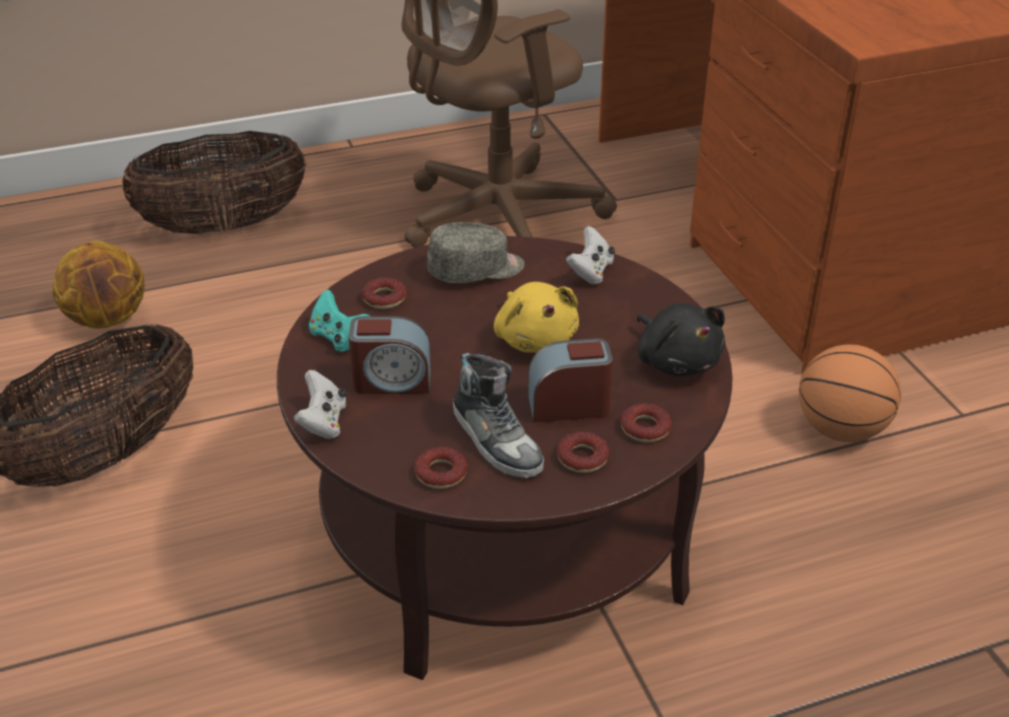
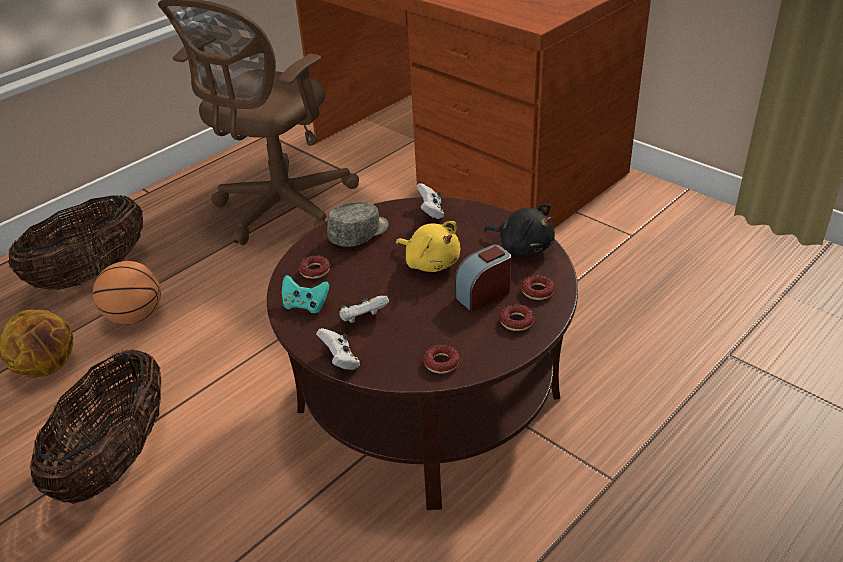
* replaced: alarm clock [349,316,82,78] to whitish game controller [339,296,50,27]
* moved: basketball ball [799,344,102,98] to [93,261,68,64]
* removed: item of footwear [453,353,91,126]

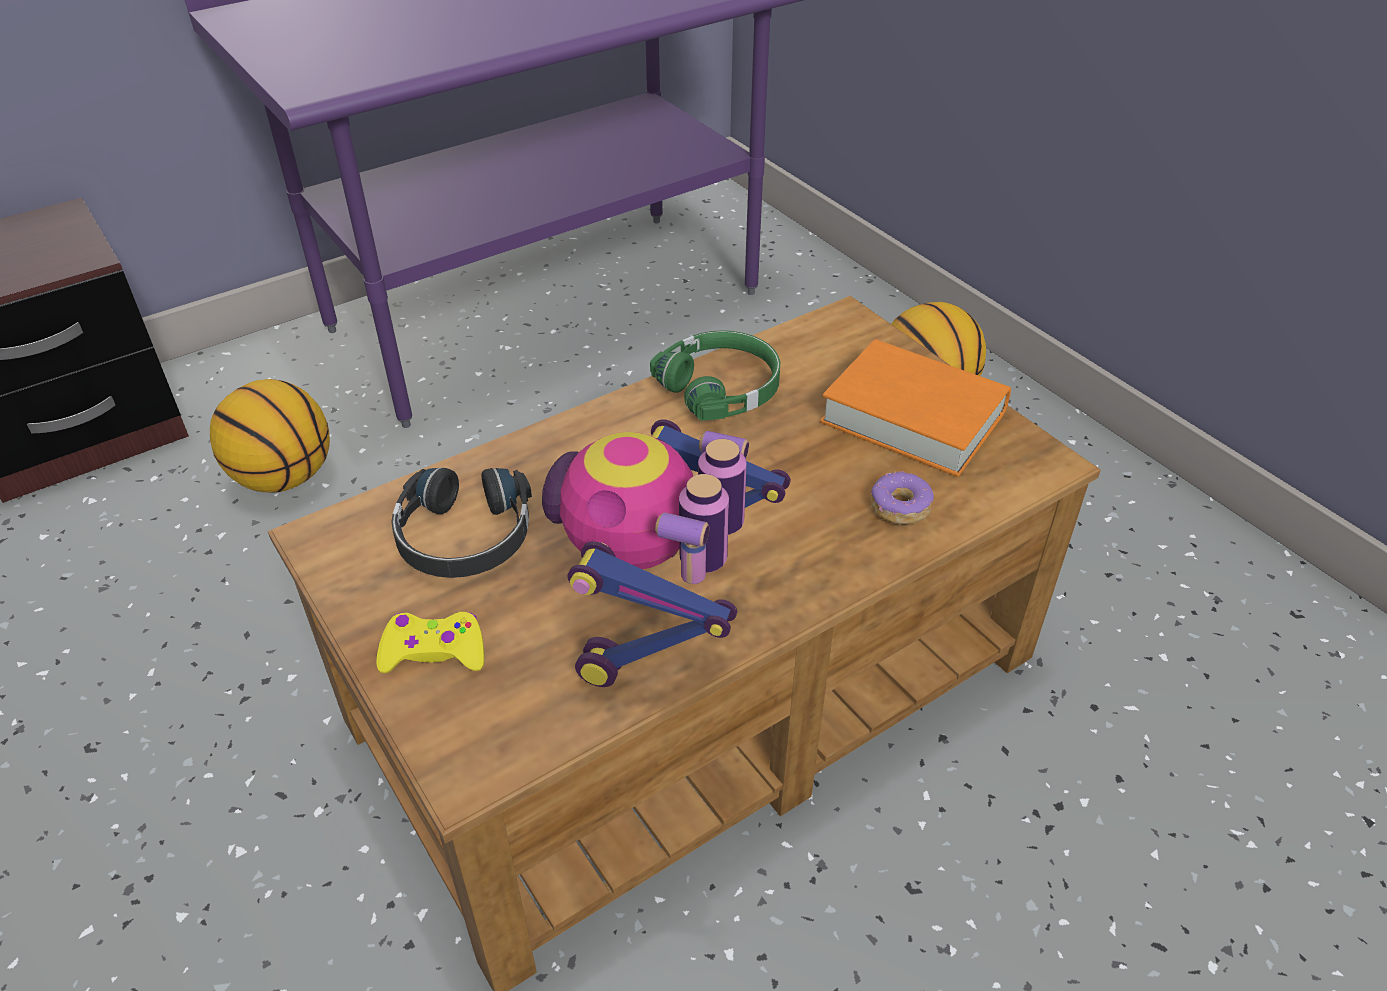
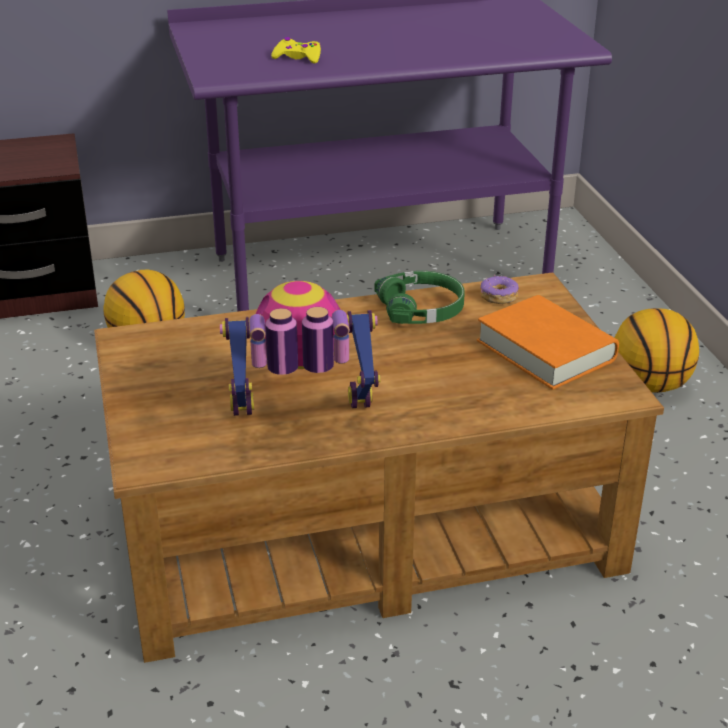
* turned: robot figure [542,419,249,268] = [220,281,161,135] 45 degrees clockwise
* removed: black-coloured pair of headphones [391,468,141,110]
* moved: ring doughnut [871,471,63,54] to [481,275,38,29]
* moved: yellow-coloured game controller [376,612,108,61] to [271,37,50,26]

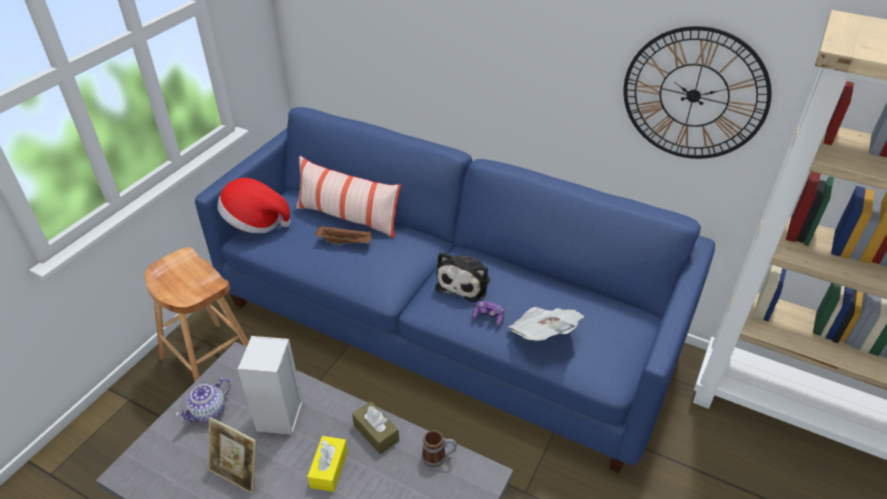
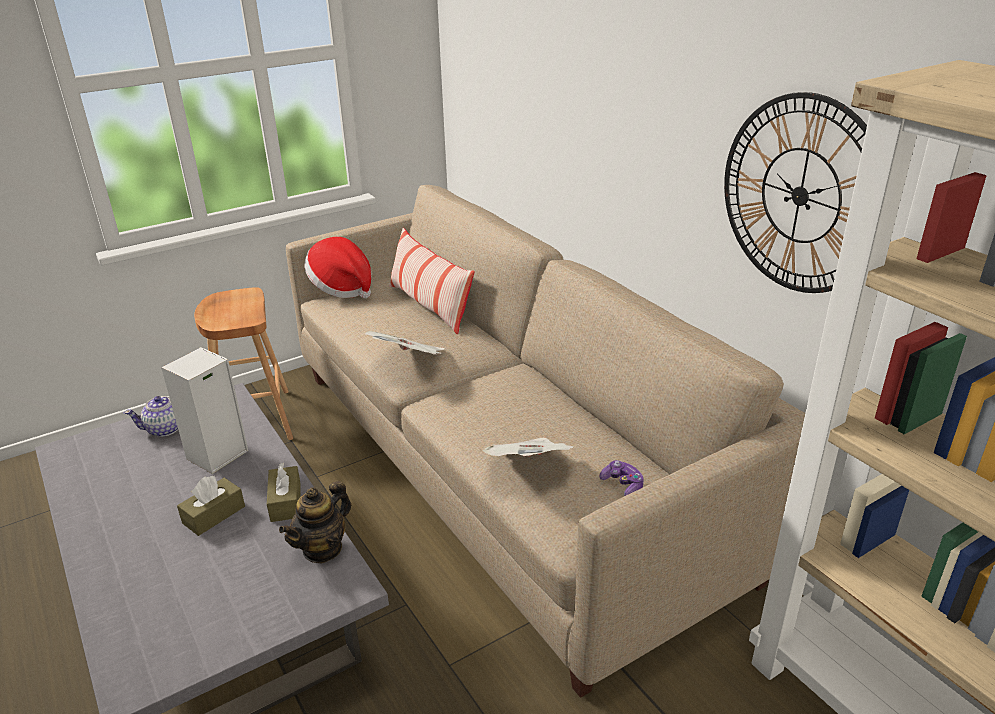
* recoloured: blue settee [195,107,520,366] to beige-coloured settee [286,185,519,513]
* removed: brown serving tray [315,226,57,19]
* removed: plush toy [435,252,55,50]
* moved: game controller [472,301,32,25] to [600,460,44,36]
* removed: photo frame [208,417,49,77]
* replaced: coffee mug [421,430,36,37] to pot for tea [279,481,72,82]
* recoloured: yellow-coloured tissue holder [307,436,41,56] to brown tissue holder [177,476,68,60]
* added: newspaper [365,331,80,24]

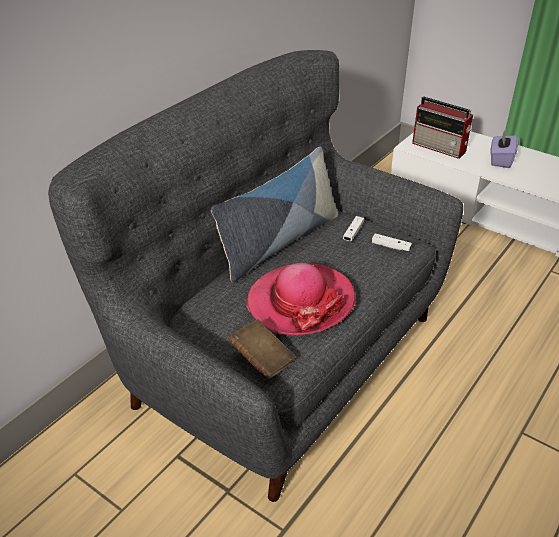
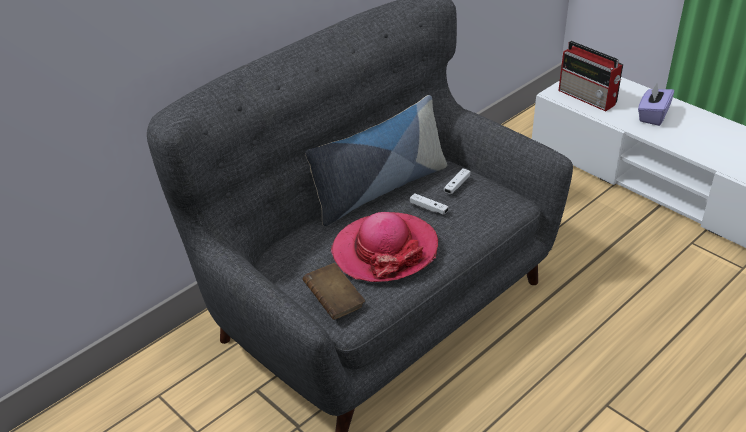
* moved: whitish game controller [372,233,40,18] to [410,193,39,22]

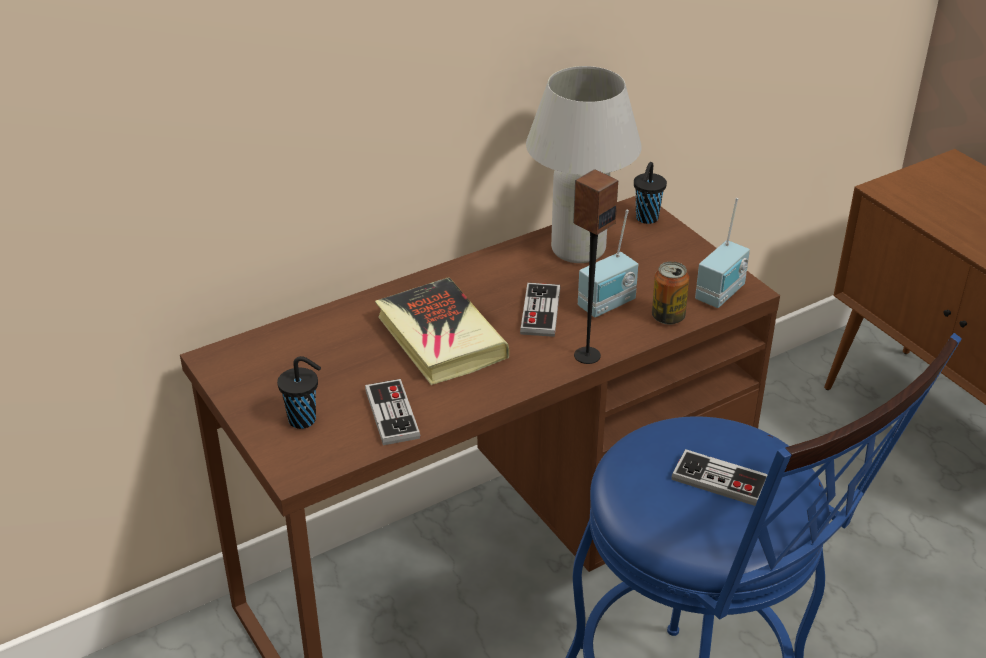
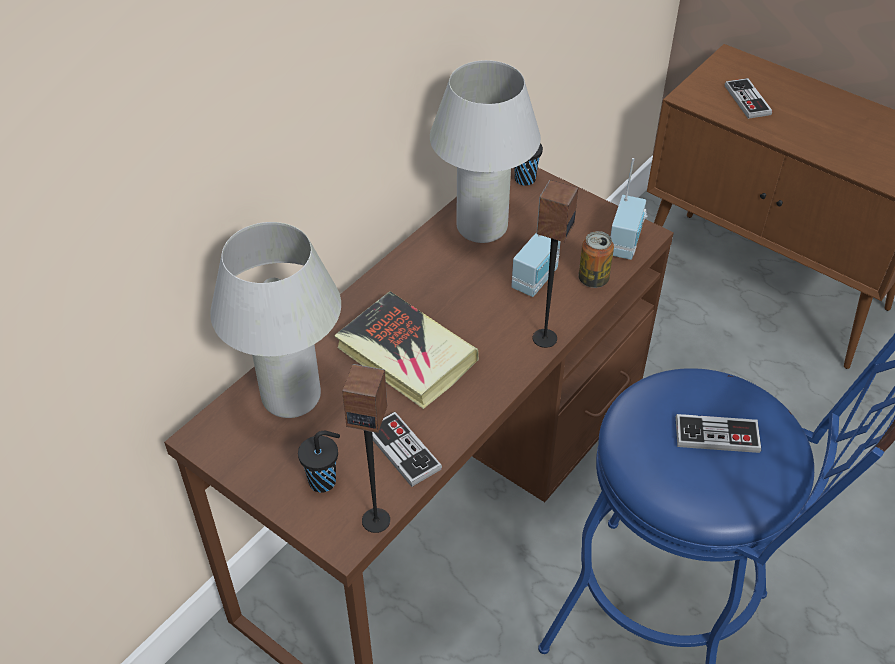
* moved: game controller [520,283,40,54] to [725,78,47,41]
* added: whitish table lamp [210,222,131,196]
* added: loudspeaker [342,364,48,169]

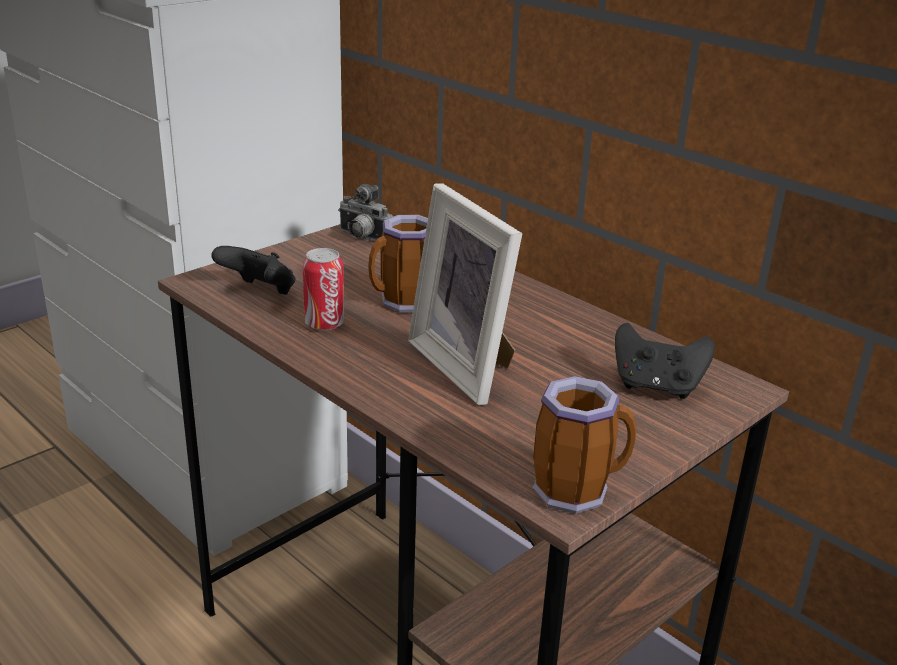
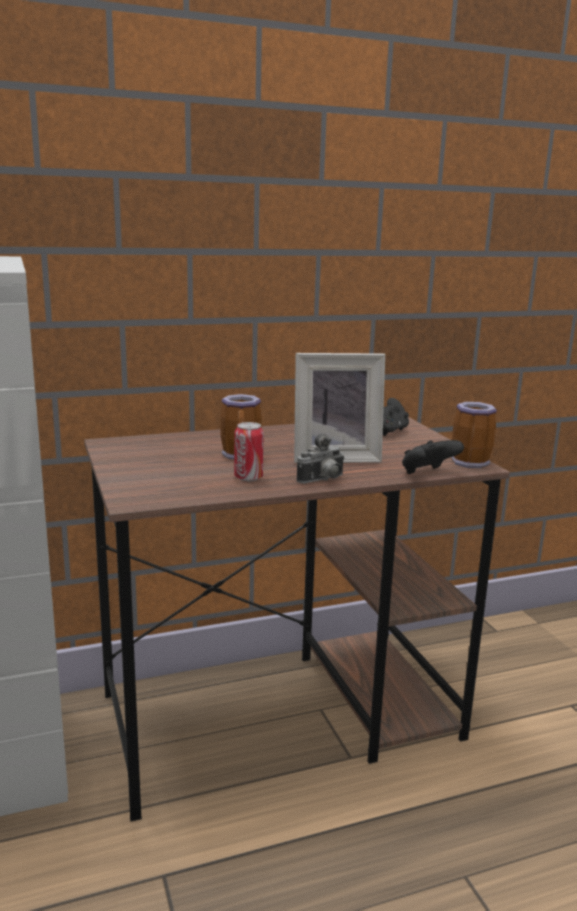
* moved: still camera [338,184,55,57] to [296,433,49,51]
* moved: black-coloured game controller [211,246,85,49] to [402,440,62,34]

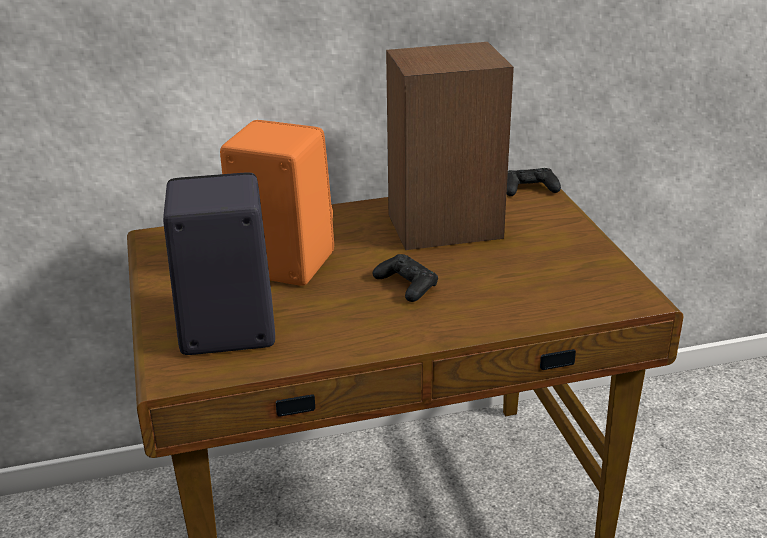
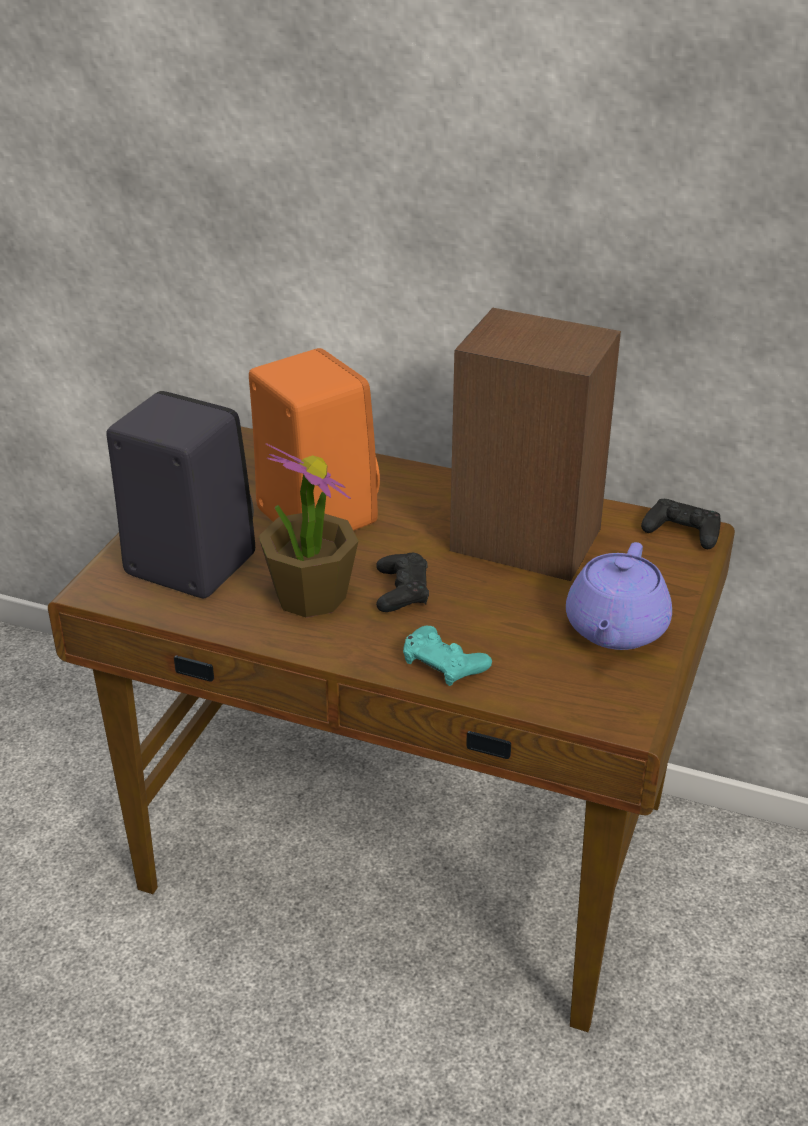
* added: houseplant [258,443,100,175]
* added: purple pot for tea [566,542,106,108]
* added: turquoise game controller [403,626,89,60]

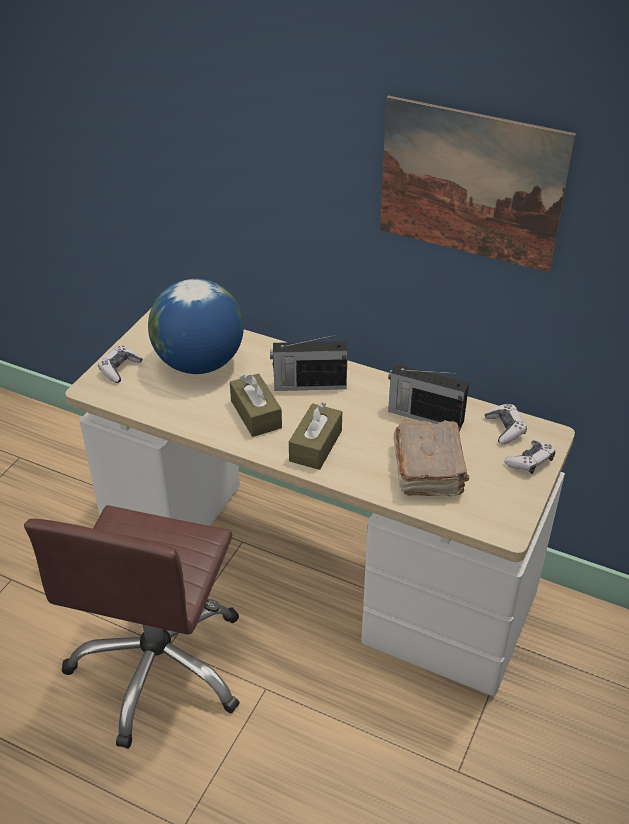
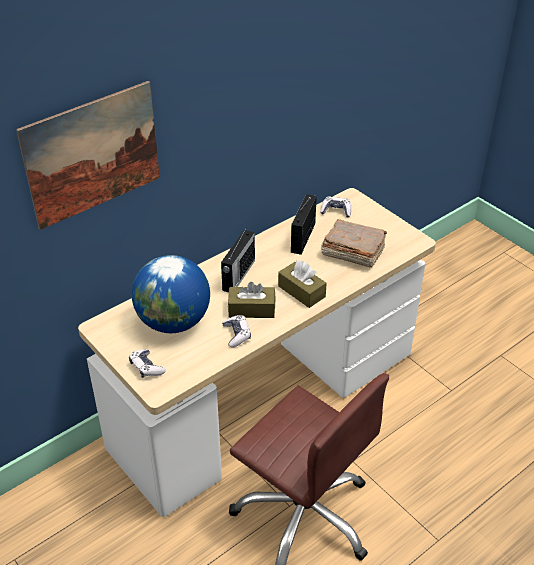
* moved: wall picture [380,95,196,177] to [16,81,144,149]
* turned: radio receiver [388,364,81,67] = [291,194,26,61] 150 degrees clockwise
* moved: game controller [504,440,51,34] to [222,315,29,32]

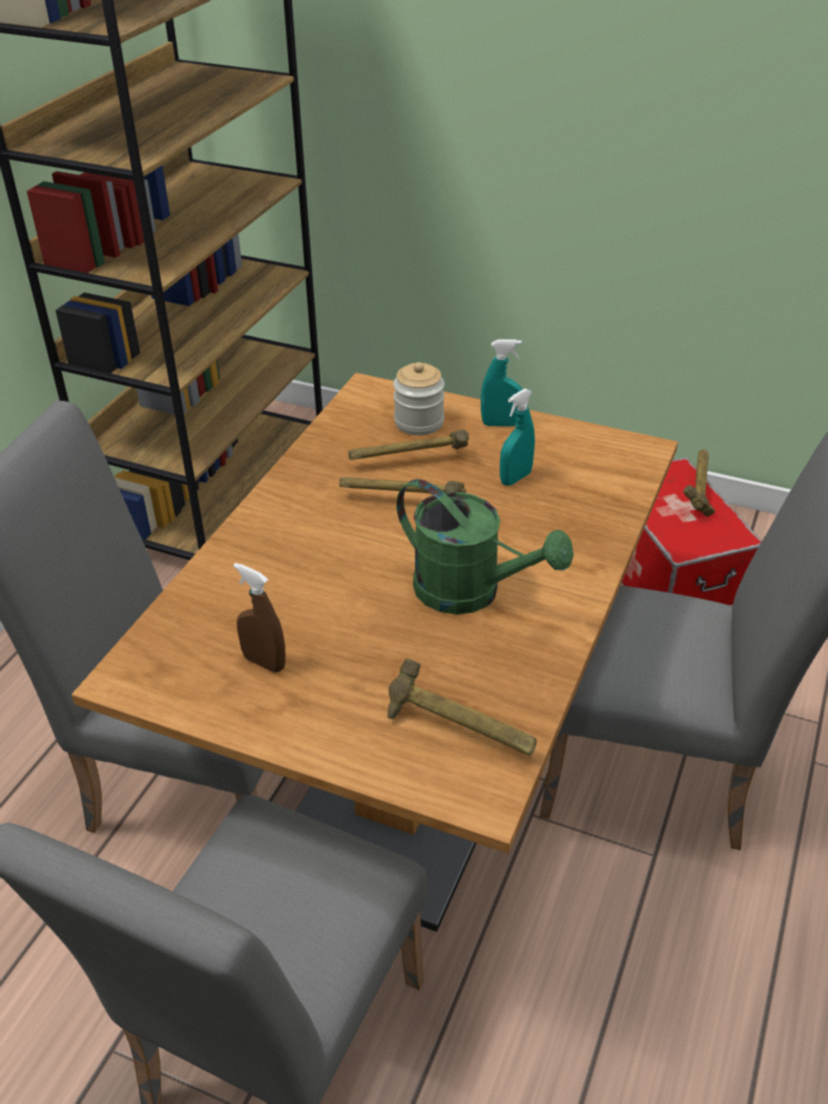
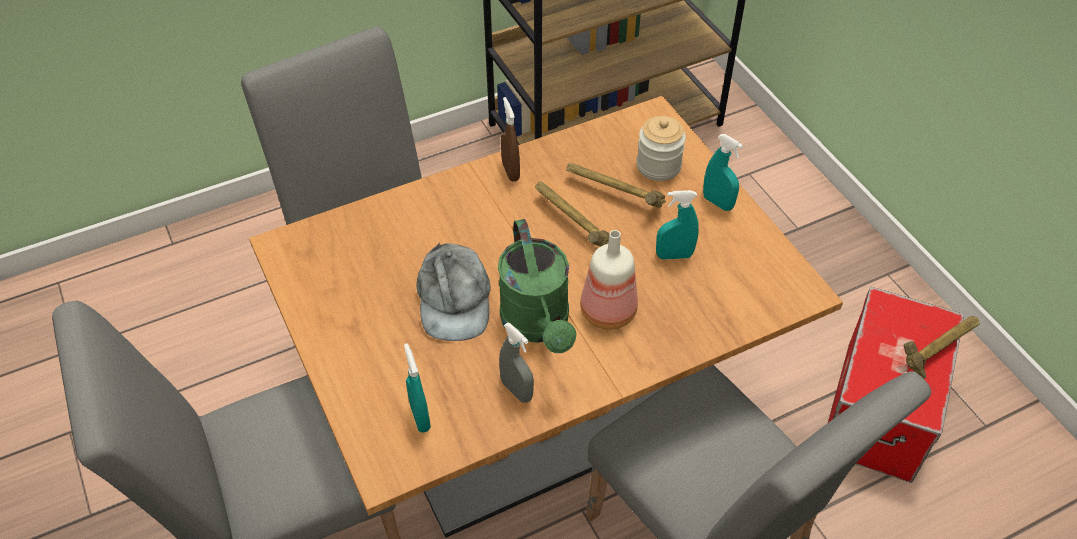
* moved: brown spray bottle [233,563,53,109] to [501,97,19,84]
* replaced: hammer [387,659,150,97] to turquoise spray bottle [404,343,27,90]
* added: bottle [580,230,58,100]
* added: greyish cap [416,242,75,99]
* added: greyish spray bottle [499,323,35,80]

